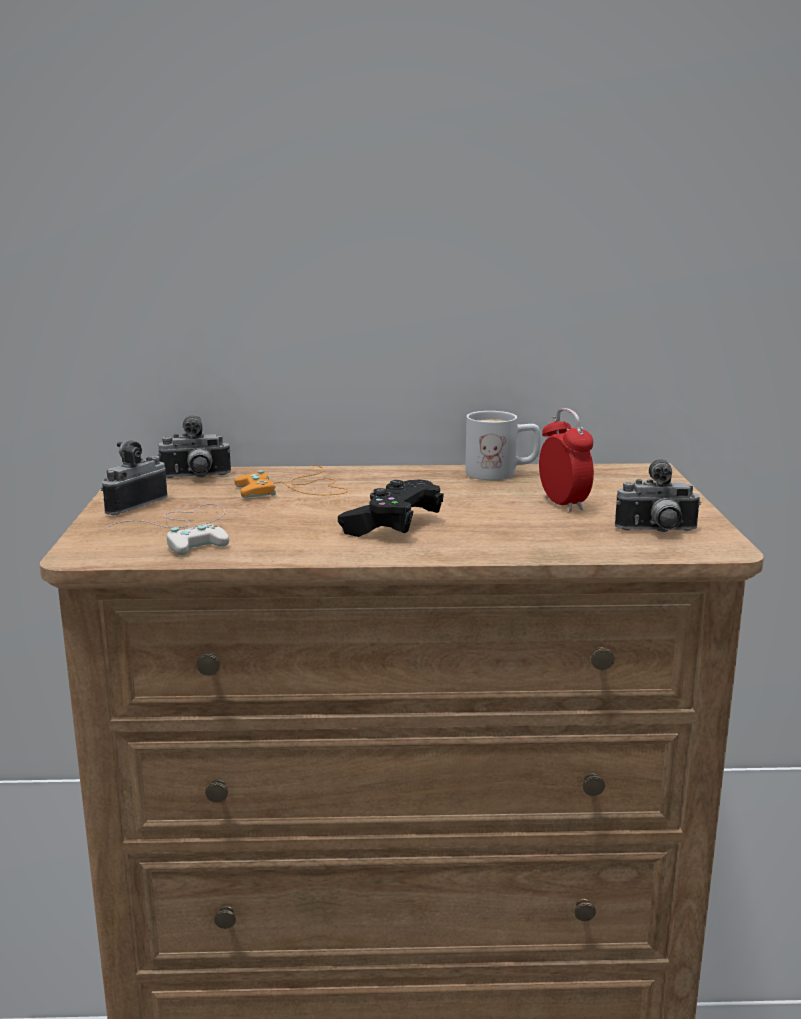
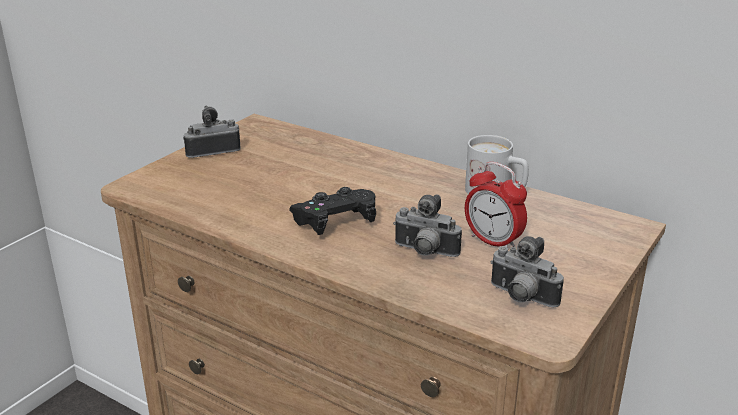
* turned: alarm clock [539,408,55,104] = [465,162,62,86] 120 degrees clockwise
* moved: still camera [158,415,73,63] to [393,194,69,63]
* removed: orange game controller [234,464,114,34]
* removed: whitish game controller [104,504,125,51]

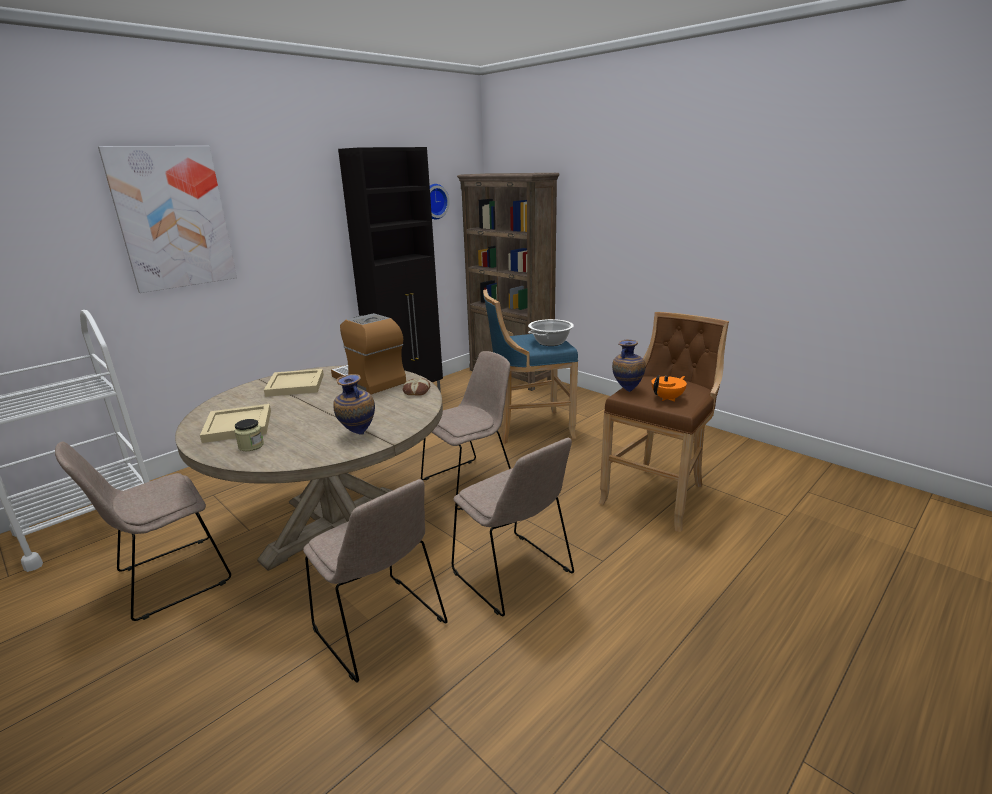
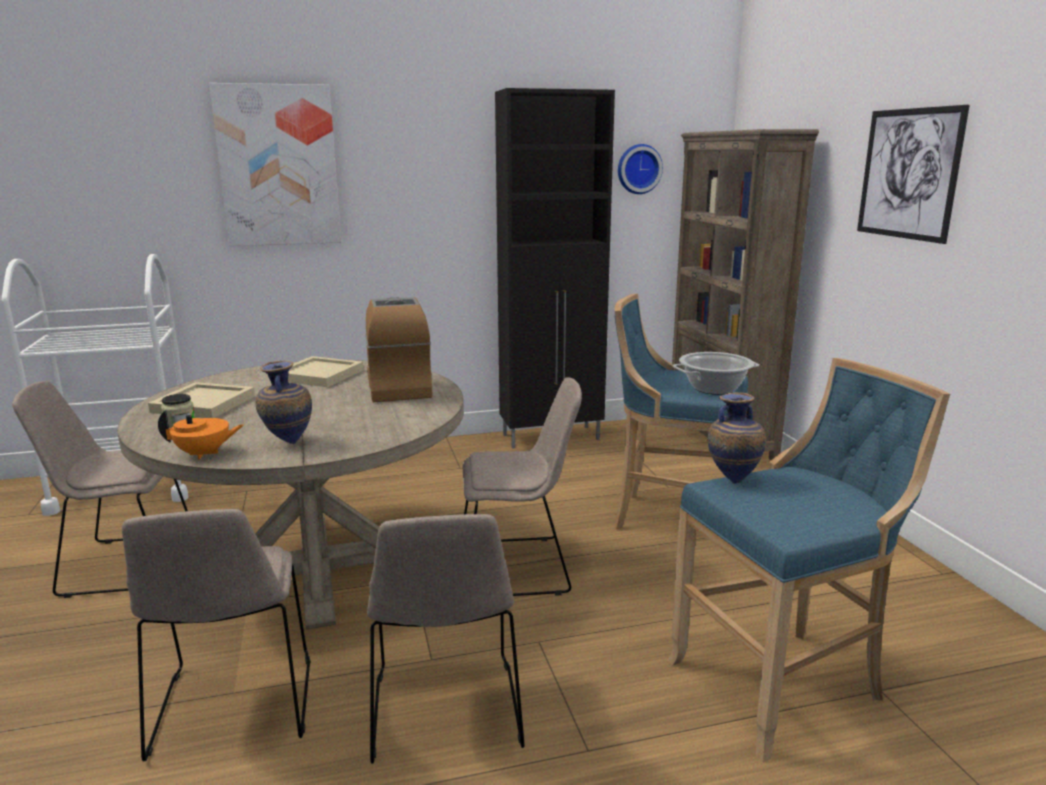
* recoloured: brown stool [598,312,131,221] to blue stool [668,358,282,404]
* moved: orange pot for tea [651,375,36,27] to [158,410,86,50]
* removed: bakery bread [403,378,27,18]
* added: wall picture [857,105,113,139]

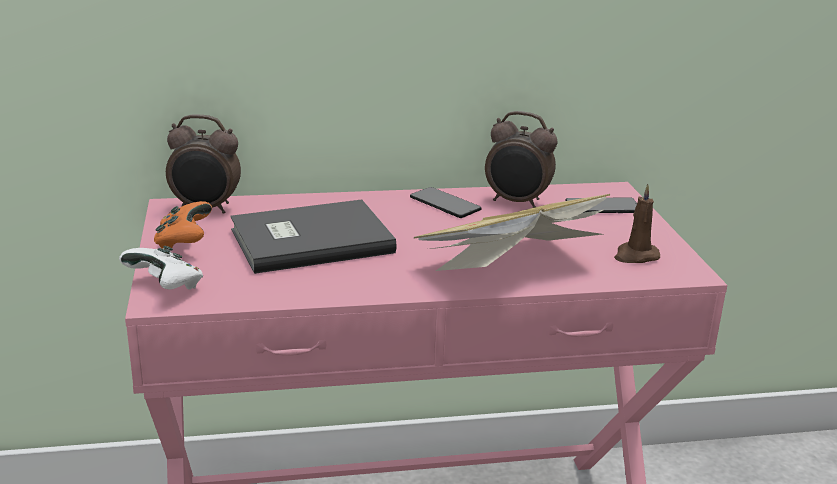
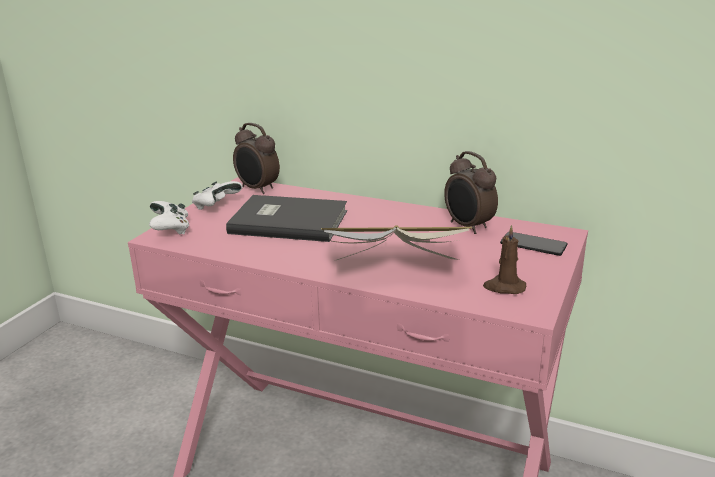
* removed: telephone [410,187,72,31]
* recoloured: orange game controller [154,201,58,48] to whitish game controller [192,181,51,29]

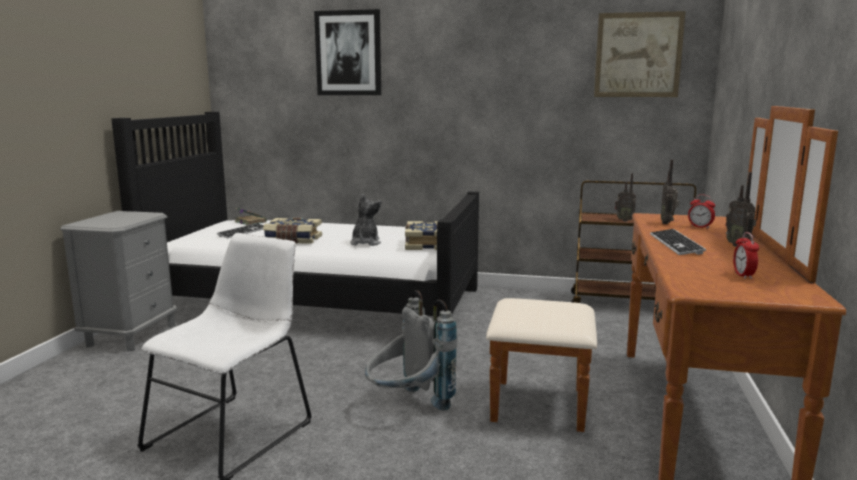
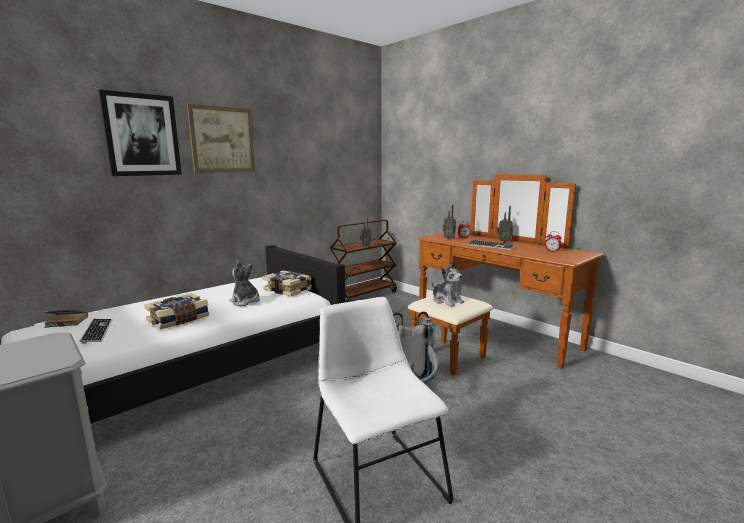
* moved: wall picture [594,11,92,86] to [187,104,68,69]
* added: plush toy [431,261,33,45]

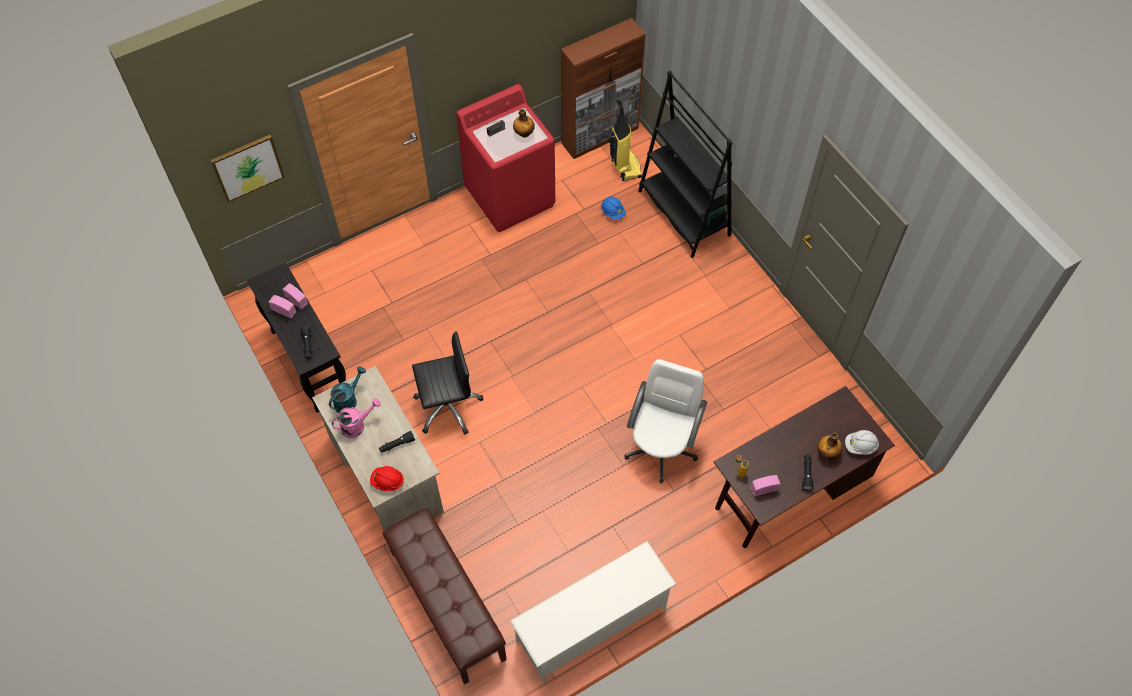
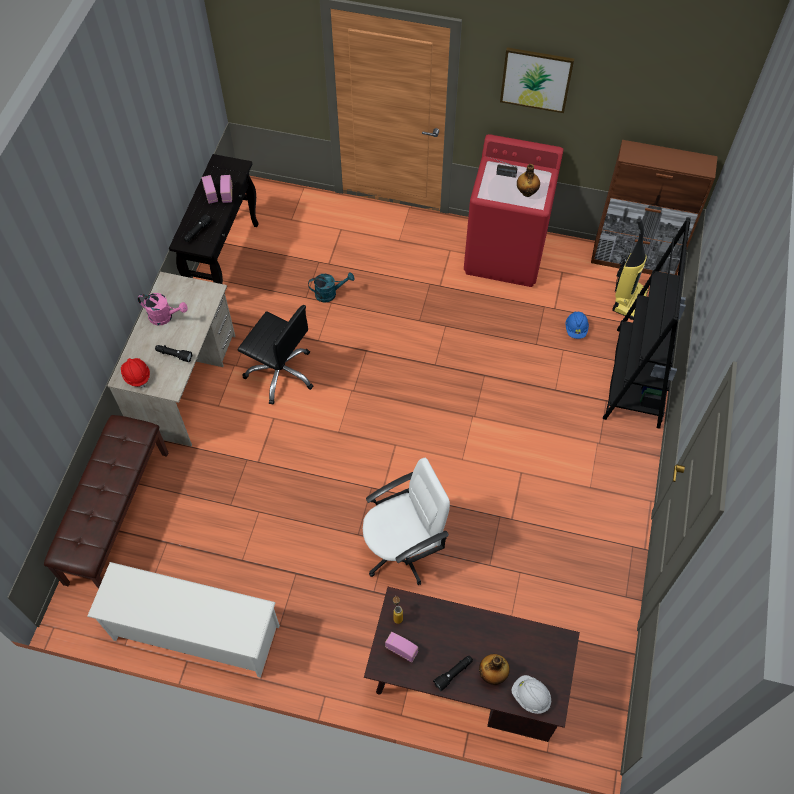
* moved: wall picture [211,135,74,67] to [500,47,74,66]
* moved: turquoise watering pot [329,367,37,46] to [308,272,46,31]

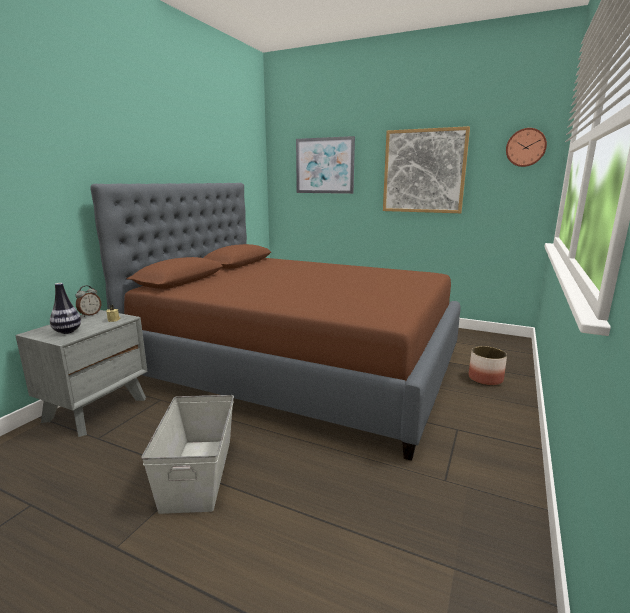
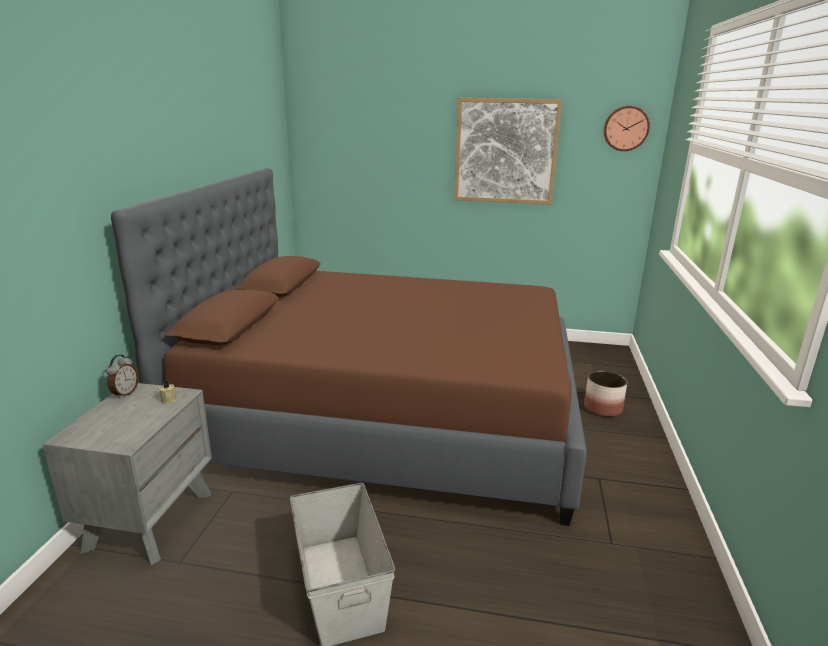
* removed: wall picture [296,136,59,58]
* removed: flower vase [50,283,31,51]

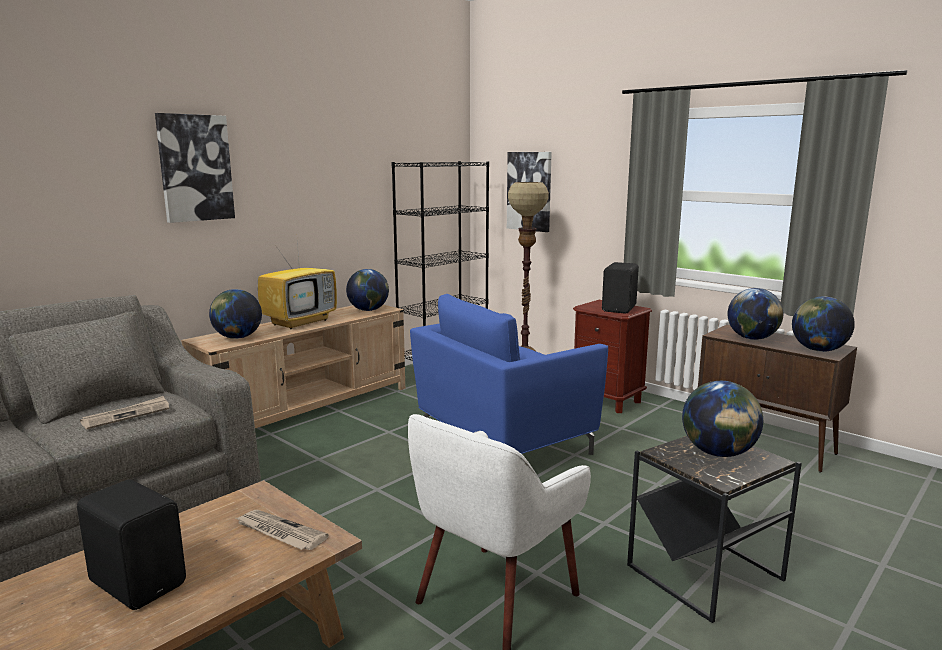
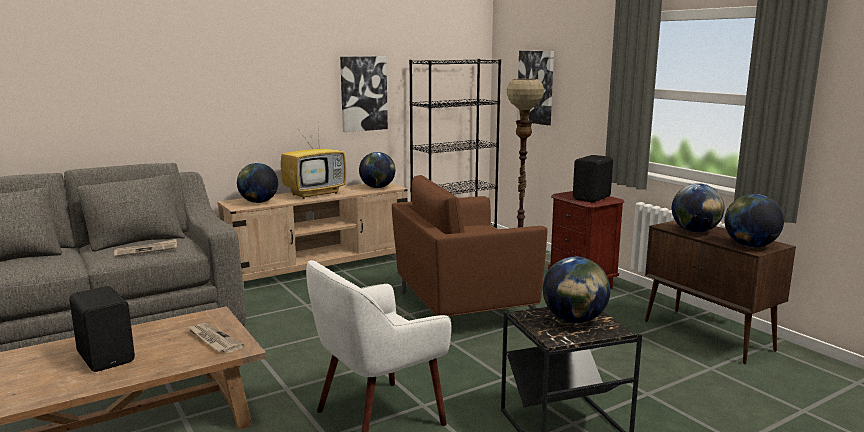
* moved: wall picture [155,113,80,110] to [340,56,48,76]
* recoloured: blue easy chair [410,294,198,161] to brown easy chair [392,175,155,141]

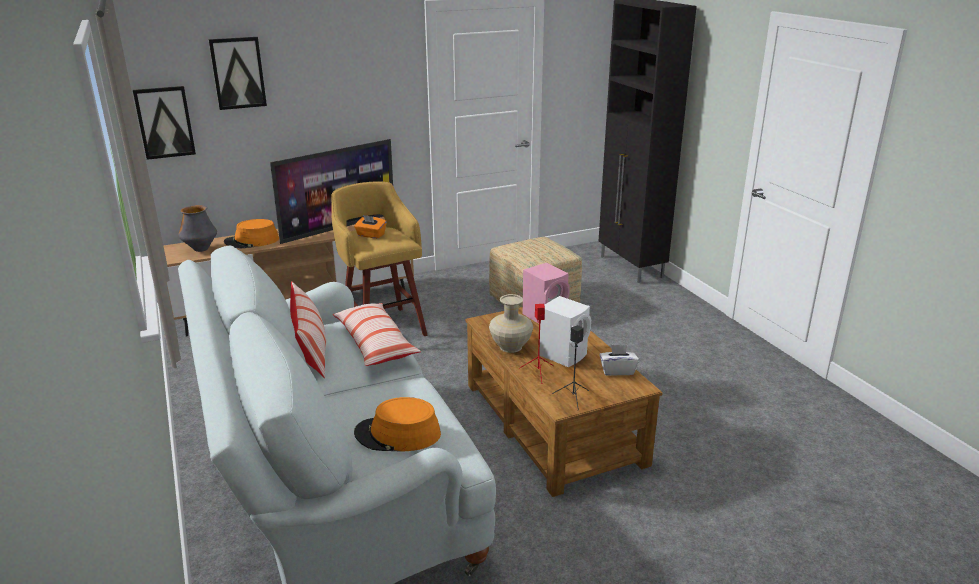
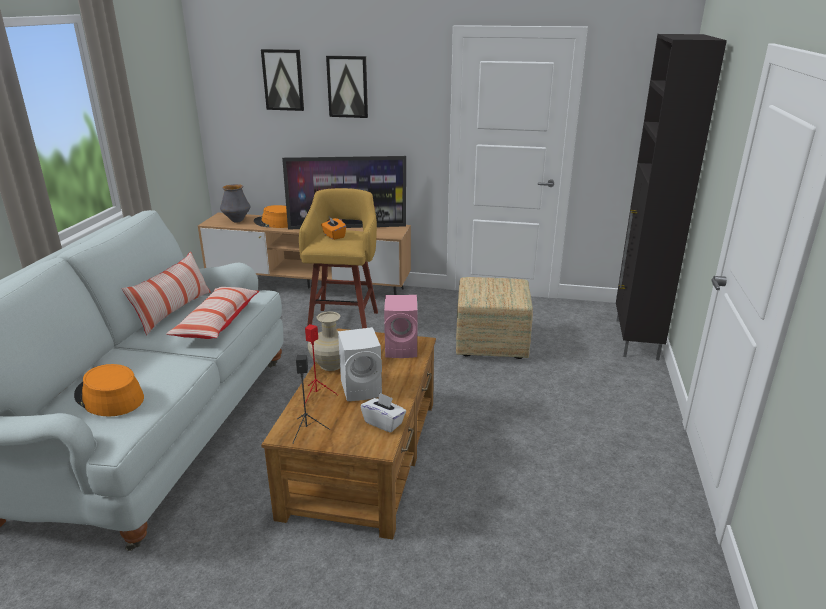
* moved: wall picture [133,86,63,74] to [326,56,42,62]

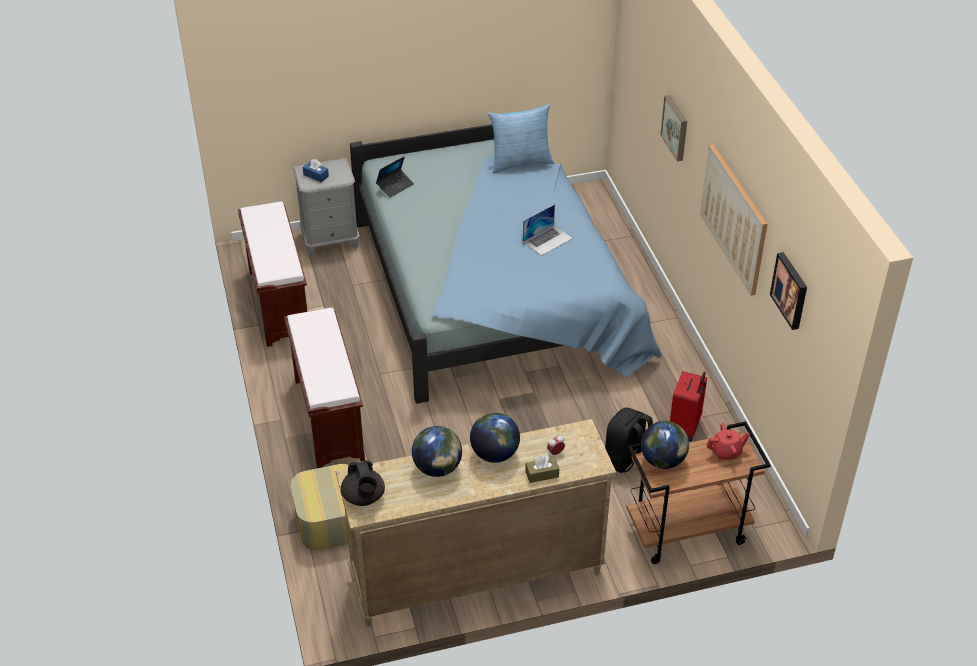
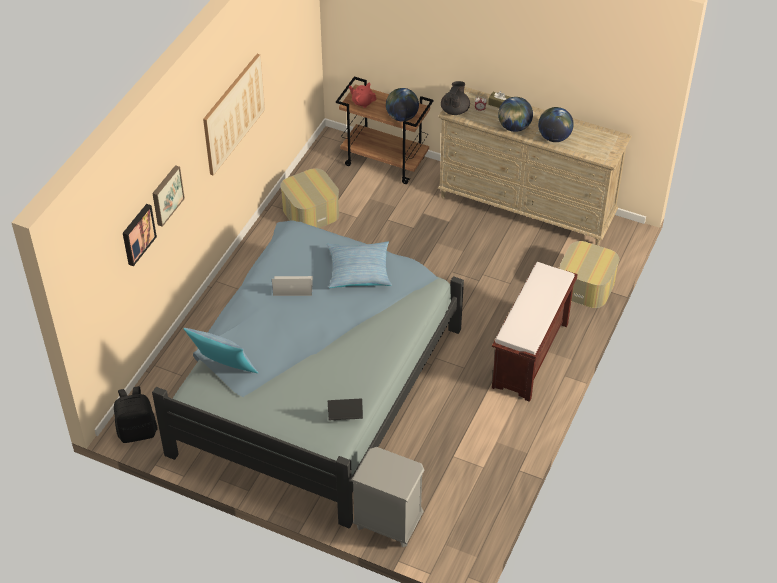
* removed: blue tissue holder [303,159,26,23]
* removed: brown bench [238,202,69,145]
* moved: wall picture [770,252,37,78] to [123,204,34,62]
* replaced: reddish travel case [670,371,37,71] to footrest [280,168,59,60]
* moved: black-coloured backpack [605,407,48,66] to [114,386,44,57]
* moved: black-coloured pot for tea [341,460,44,46] to [441,81,29,34]
* added: pillow [327,242,65,46]

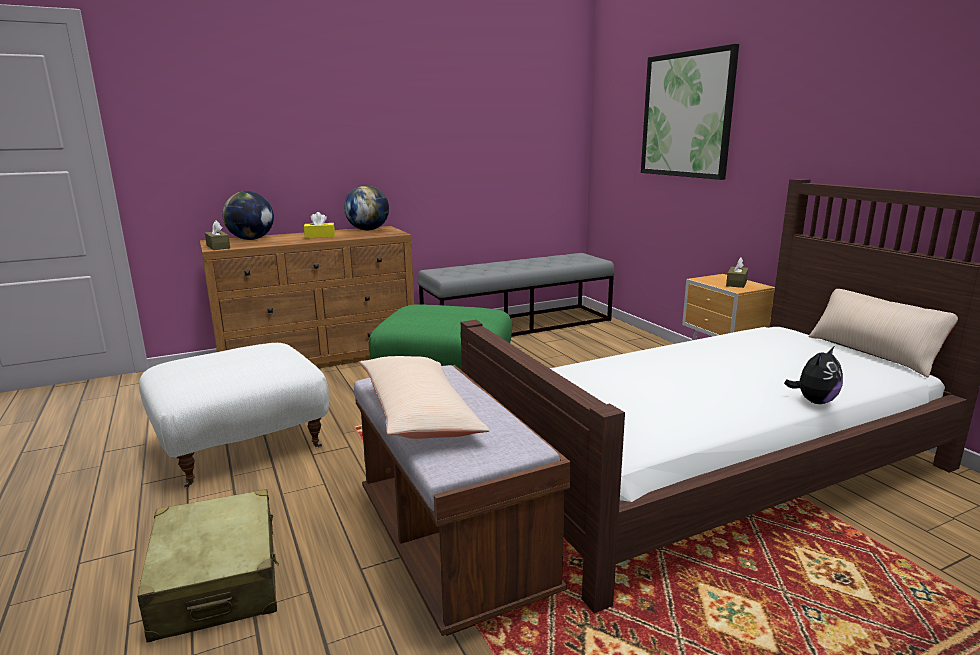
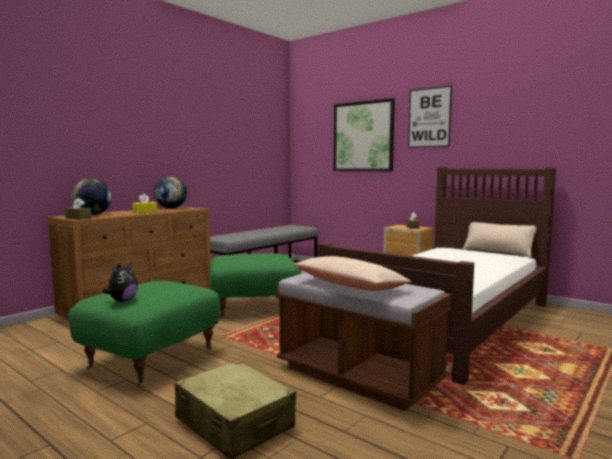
* recoloured: whitish footrest [139,343,190,145] to greenish footrest [68,281,152,105]
* moved: plush toy [784,347,59,57] to [103,263,35,39]
* added: wall picture [408,86,44,62]

